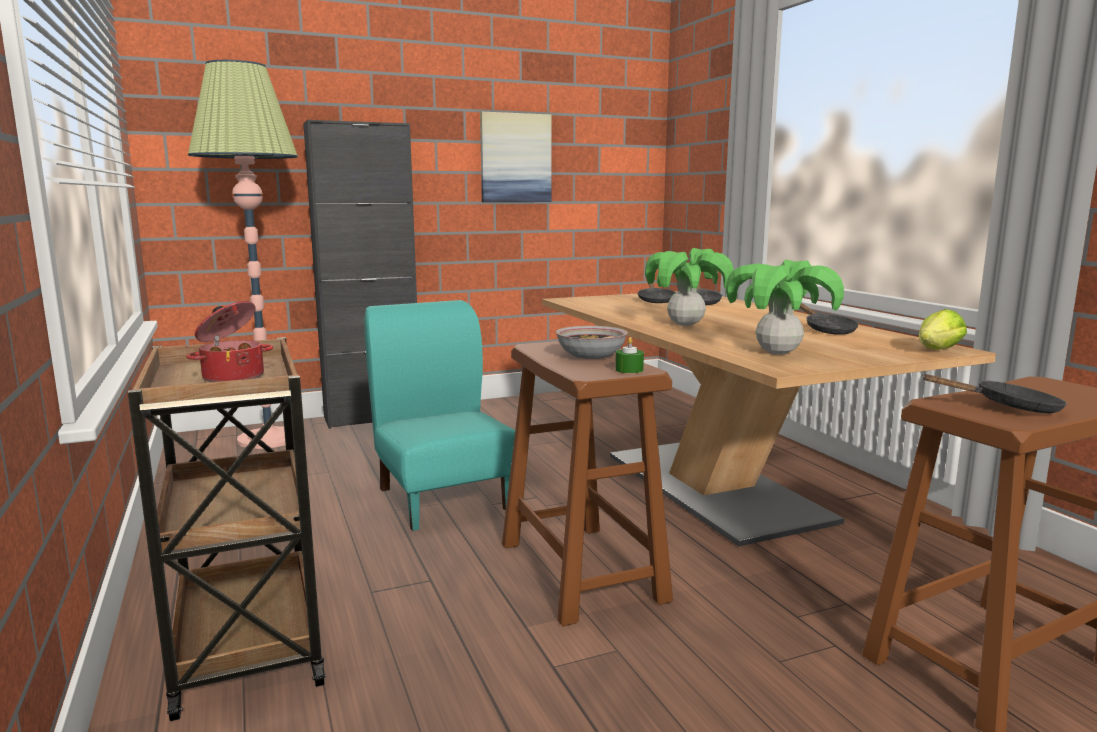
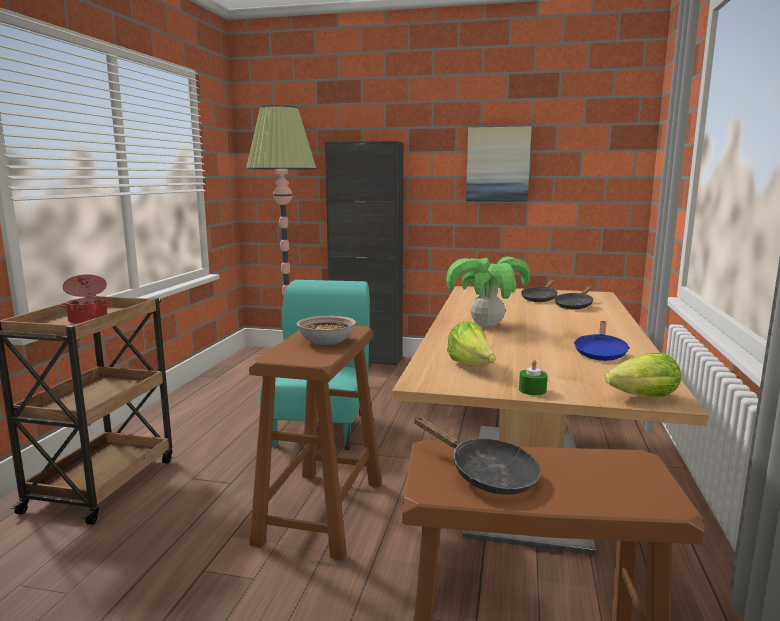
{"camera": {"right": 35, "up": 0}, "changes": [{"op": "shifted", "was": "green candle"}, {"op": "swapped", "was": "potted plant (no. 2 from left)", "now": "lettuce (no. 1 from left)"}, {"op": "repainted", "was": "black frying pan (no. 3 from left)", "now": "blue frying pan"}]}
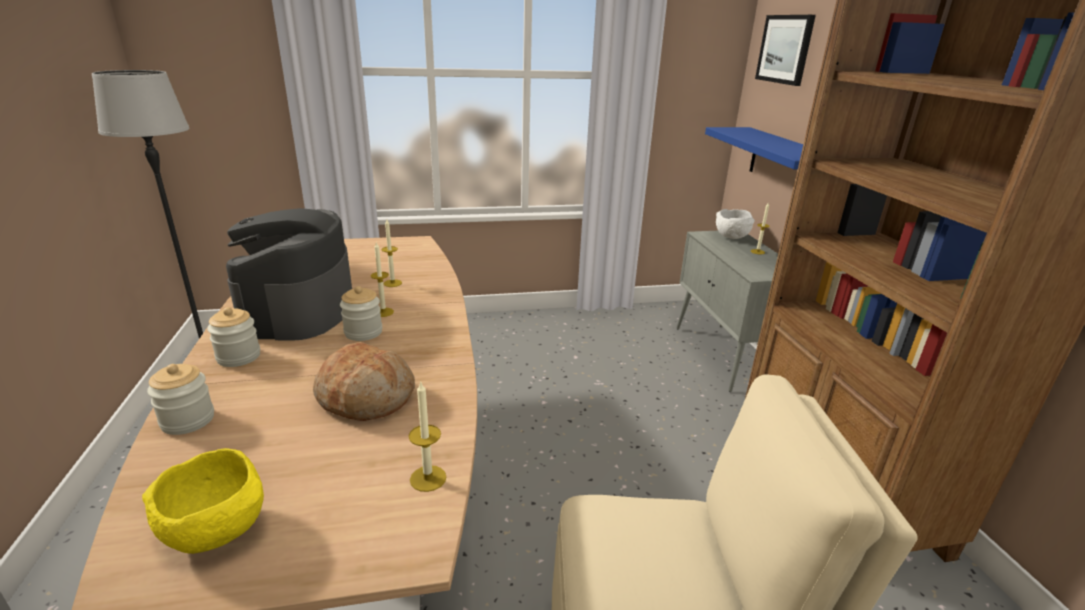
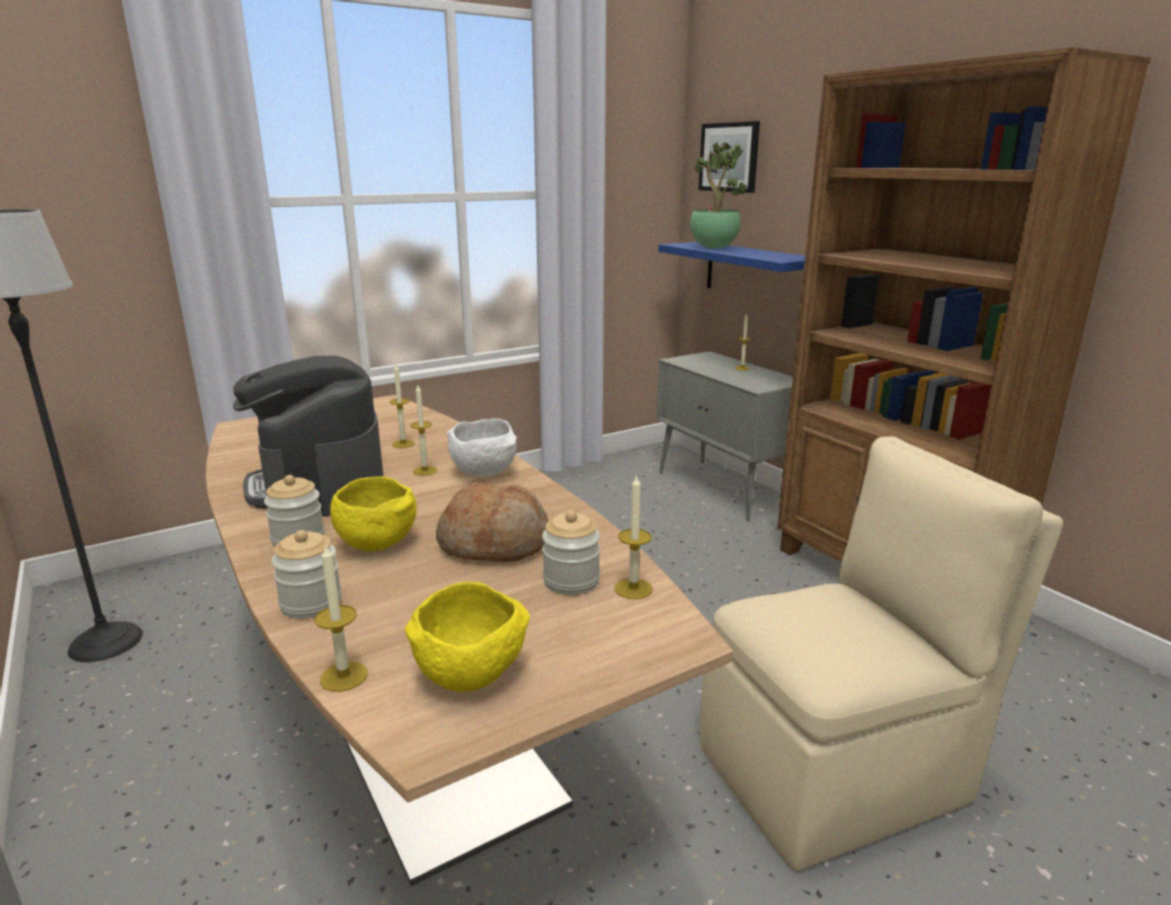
{"camera": {"right": -20, "up": -5}, "changes": [{"op": "new", "now": "candle (no. 1 from left)"}, {"op": "new", "now": "yellow bowl (no. 1 from left)"}, {"op": "new", "now": "potted plant"}, {"op": "shifted", "was": "jar (no. 3 from left)"}, {"op": "shifted", "was": "white bowl"}]}
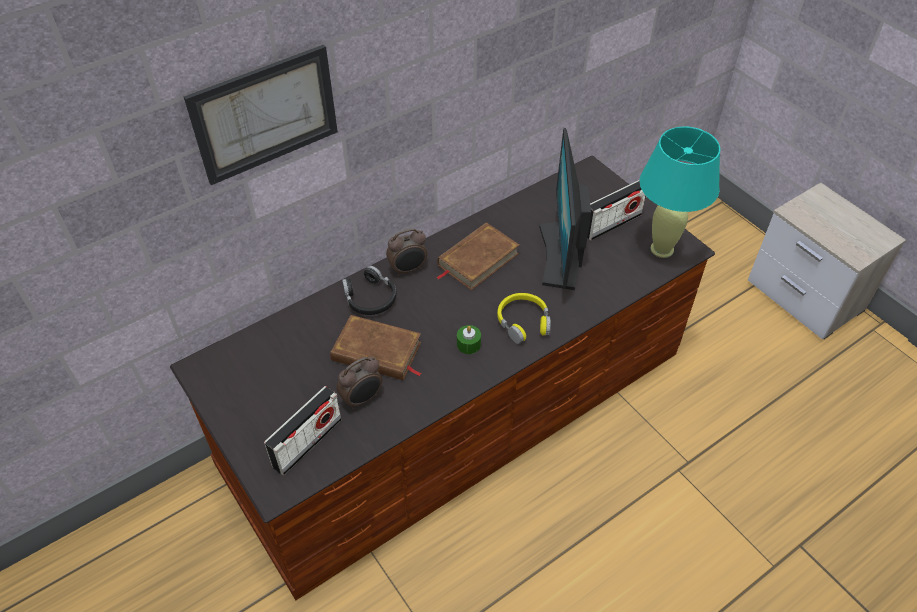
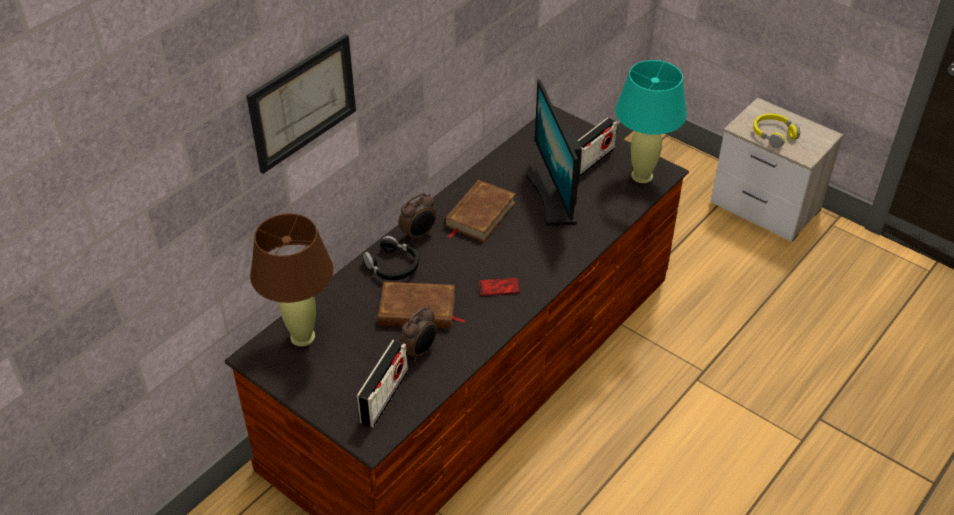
{"camera": {"right": -15, "up": -5}, "changes": [{"op": "new", "now": "brown table lamp"}, {"op": "shifted", "was": "yellow headphones"}, {"op": "swapped", "was": "green candle", "now": "phone"}]}
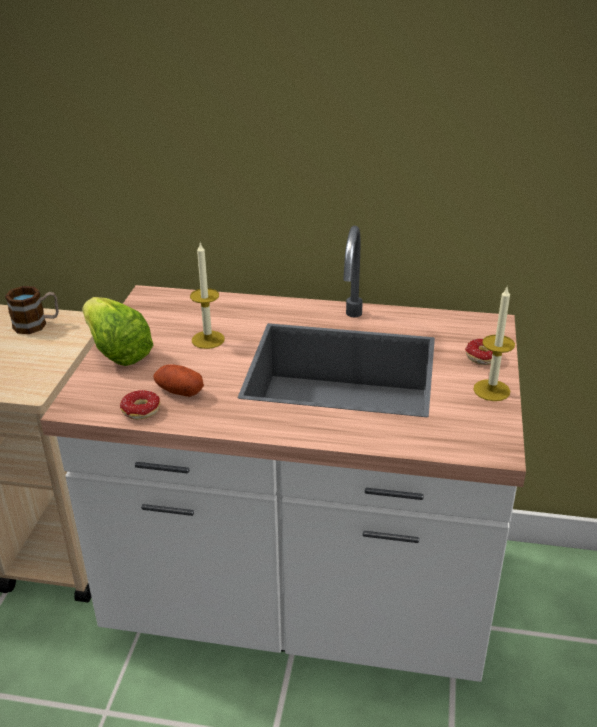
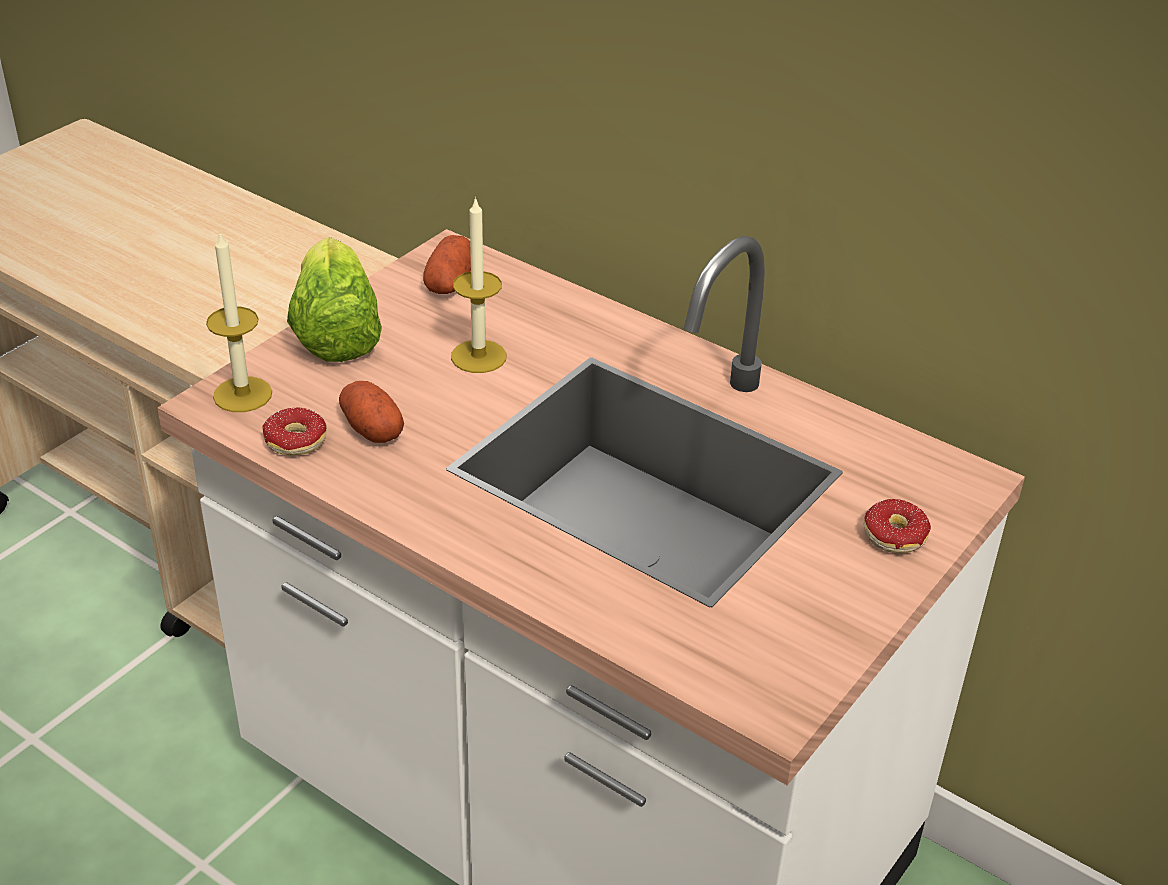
{"camera": {"right": 25, "up": 5}, "changes": [{"op": "gone", "was": "mug"}, {"op": "new", "now": "potato (no. 2 from left)"}, {"op": "shifted", "was": "candle (no. 2 from left in the first image)", "now": "candle (no. 1 from left)"}]}
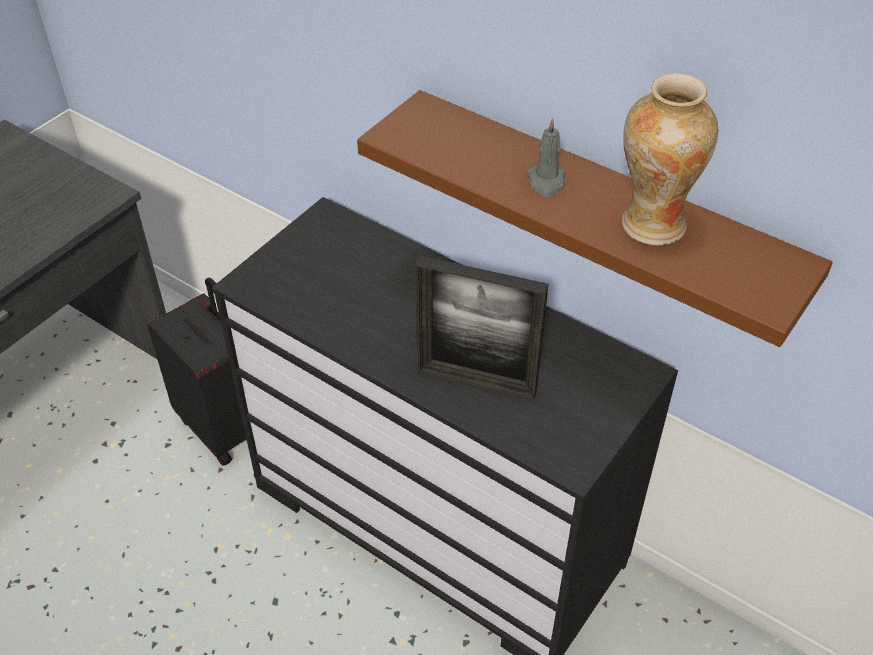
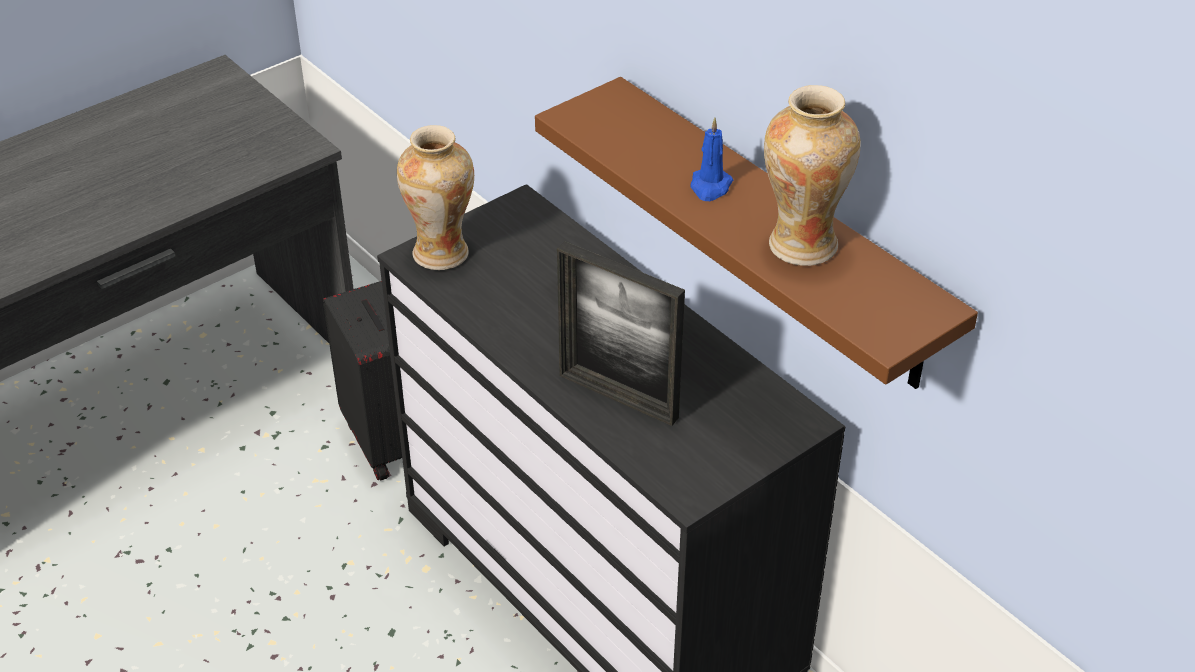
{"camera": {"right": 15, "up": -5}, "changes": [{"op": "new", "now": "vase (no. 1 from left)"}, {"op": "repainted", "was": "grey candle", "now": "blue candle"}]}
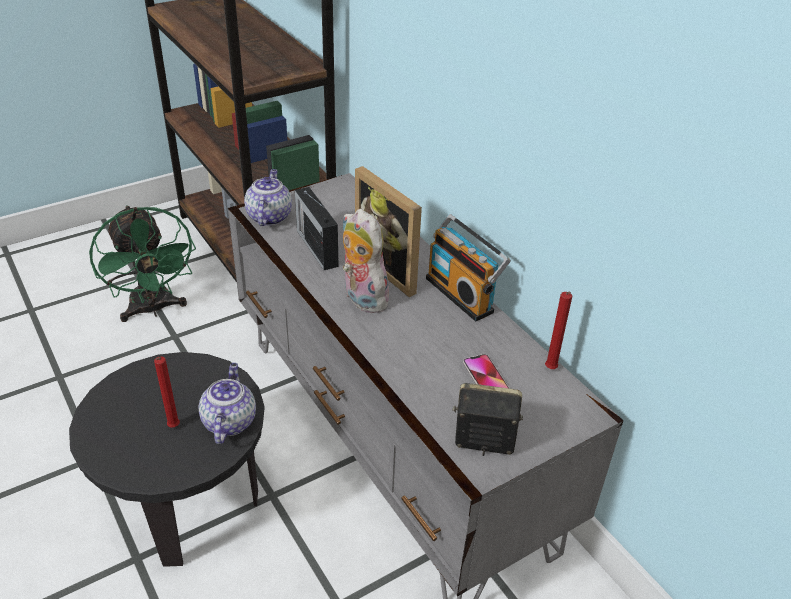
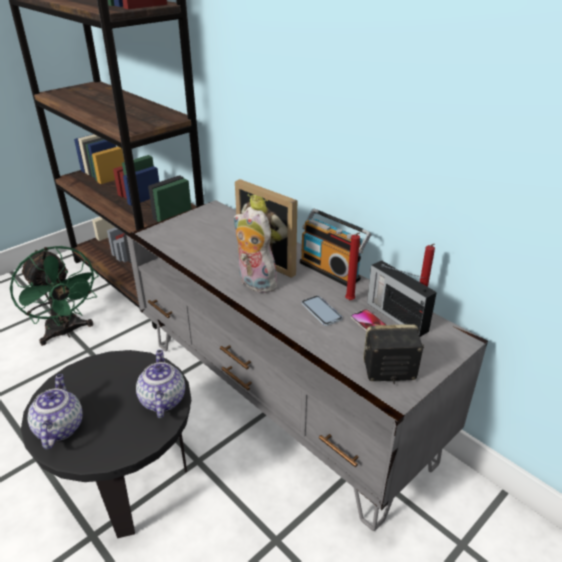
{"camera": {"right": -10, "up": -5}, "changes": [{"op": "new", "now": "phone (no. 1 from left)"}, {"op": "shifted", "was": "red candle (no. 1 from left)"}, {"op": "shifted", "was": "teapot (no. 2 from left in the first image)", "now": "teapot (no. 1 from left)"}, {"op": "shifted", "was": "radio (no. 1 from left in the first image)", "now": "radio (no. 2 from left)"}]}
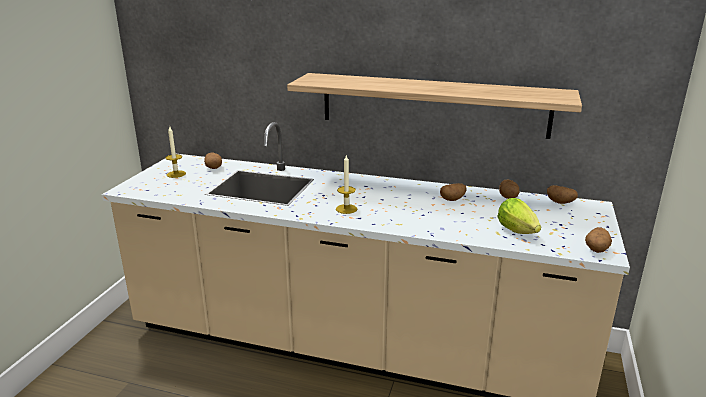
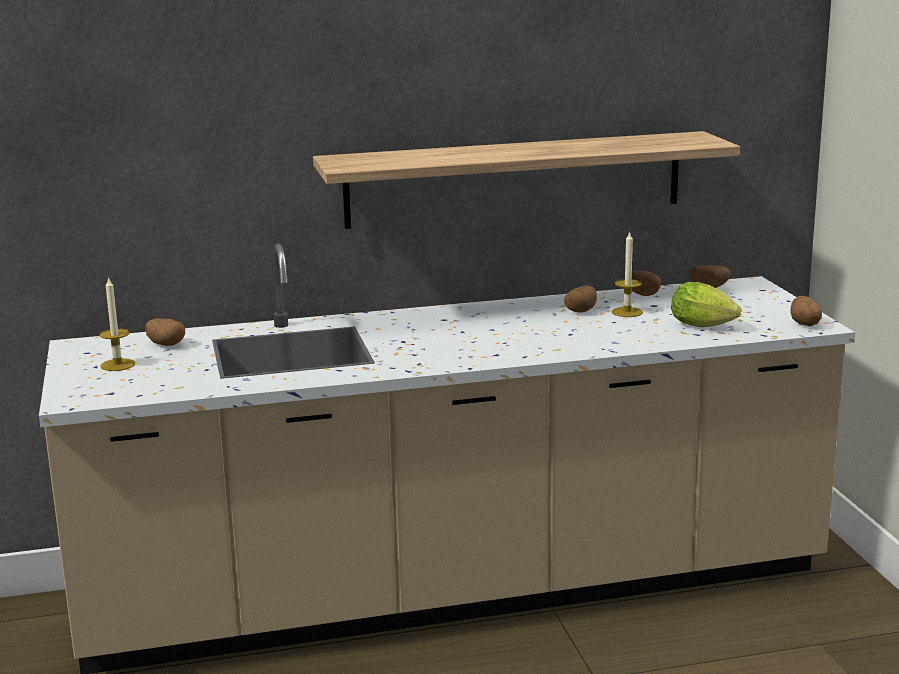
{"camera": {"right": -30, "up": -5}, "changes": [{"op": "shifted", "was": "candle (no. 2 from left)"}]}
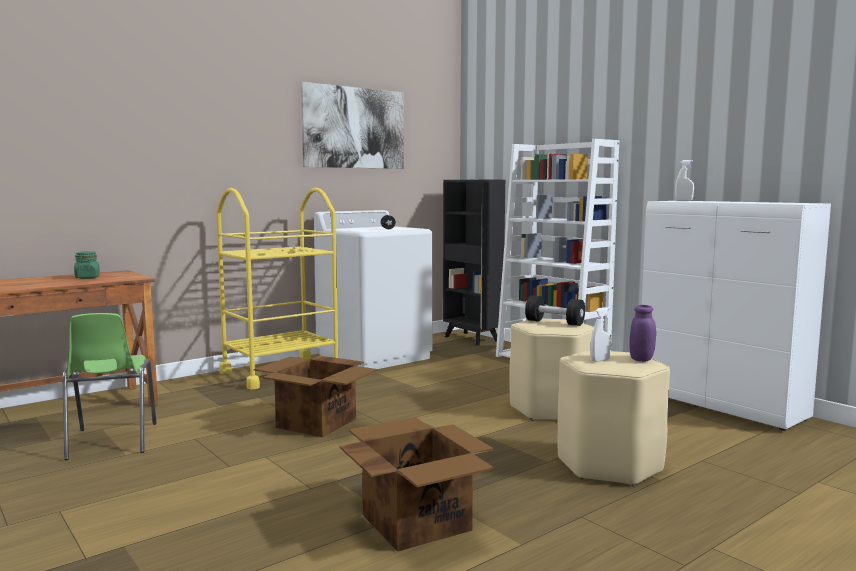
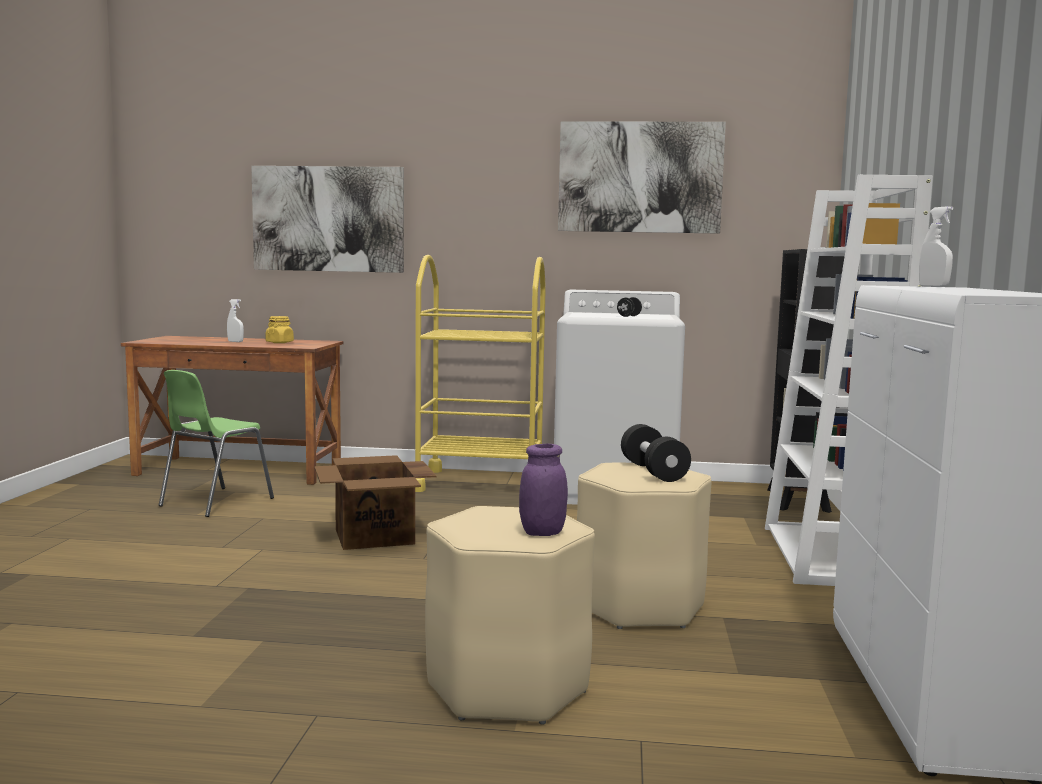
{"camera": {"right": 45, "up": 0}, "changes": [{"op": "gone", "was": "cardboard box (no. 2 from left)"}, {"op": "new", "now": "picture (no. 1 from left)"}, {"op": "shifted", "was": "white spray bottle (no. 1 from left)"}, {"op": "repainted", "was": "green jar", "now": "yellow jar"}]}
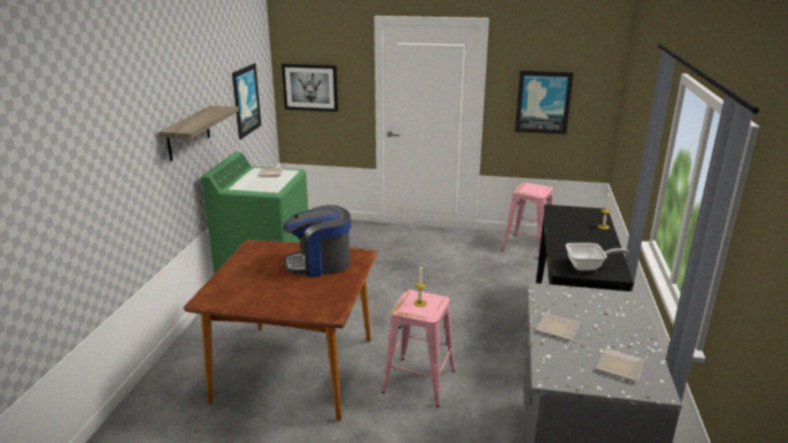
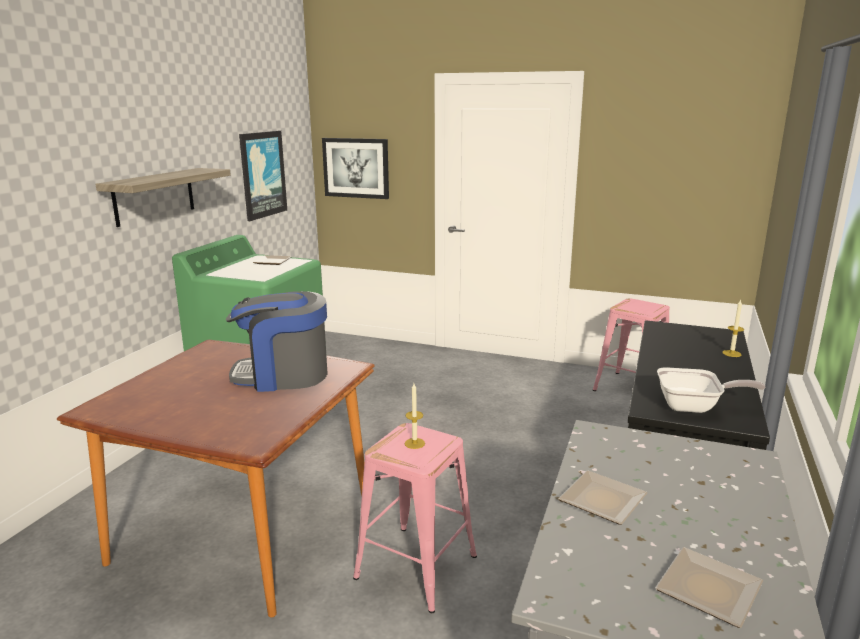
{"camera": {"right": 10, "up": -5}, "changes": [{"op": "gone", "was": "picture (no. 3 from left)"}]}
